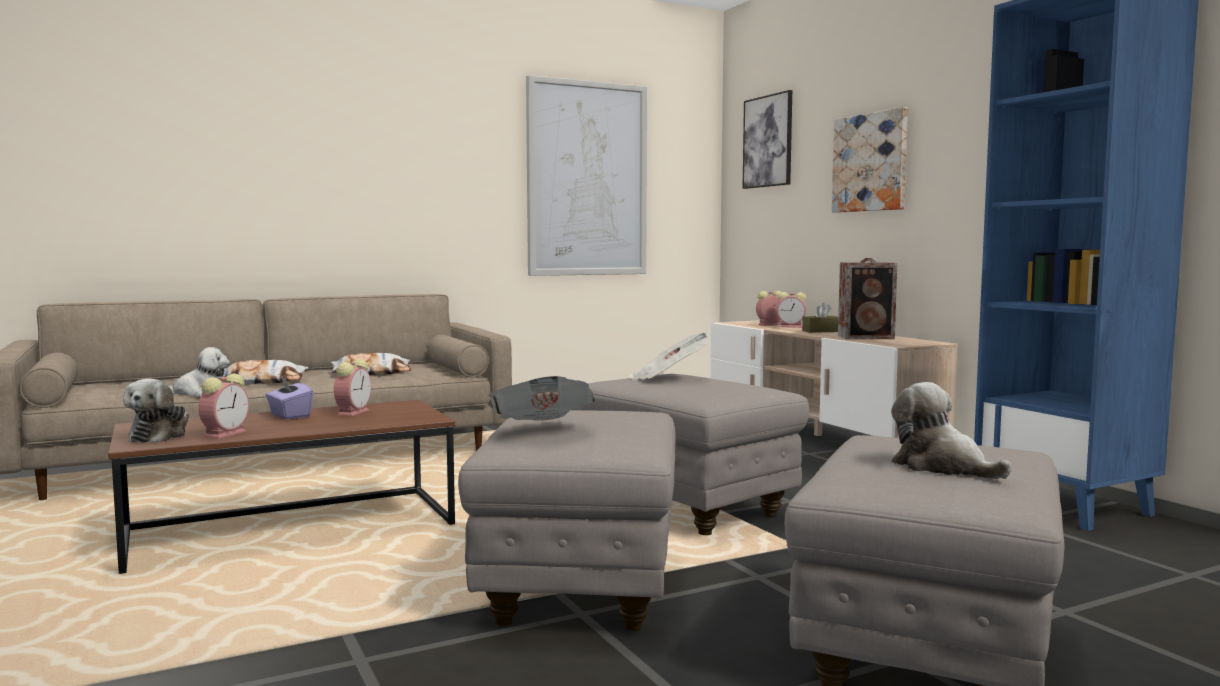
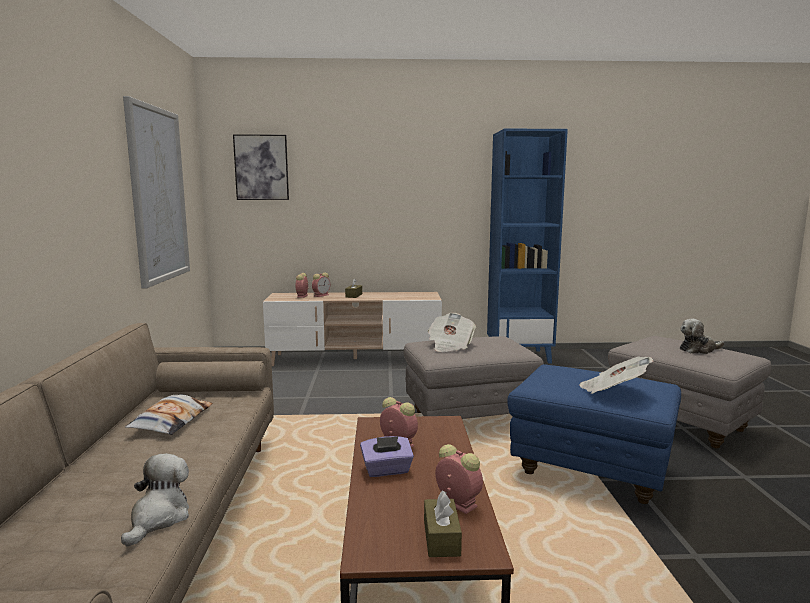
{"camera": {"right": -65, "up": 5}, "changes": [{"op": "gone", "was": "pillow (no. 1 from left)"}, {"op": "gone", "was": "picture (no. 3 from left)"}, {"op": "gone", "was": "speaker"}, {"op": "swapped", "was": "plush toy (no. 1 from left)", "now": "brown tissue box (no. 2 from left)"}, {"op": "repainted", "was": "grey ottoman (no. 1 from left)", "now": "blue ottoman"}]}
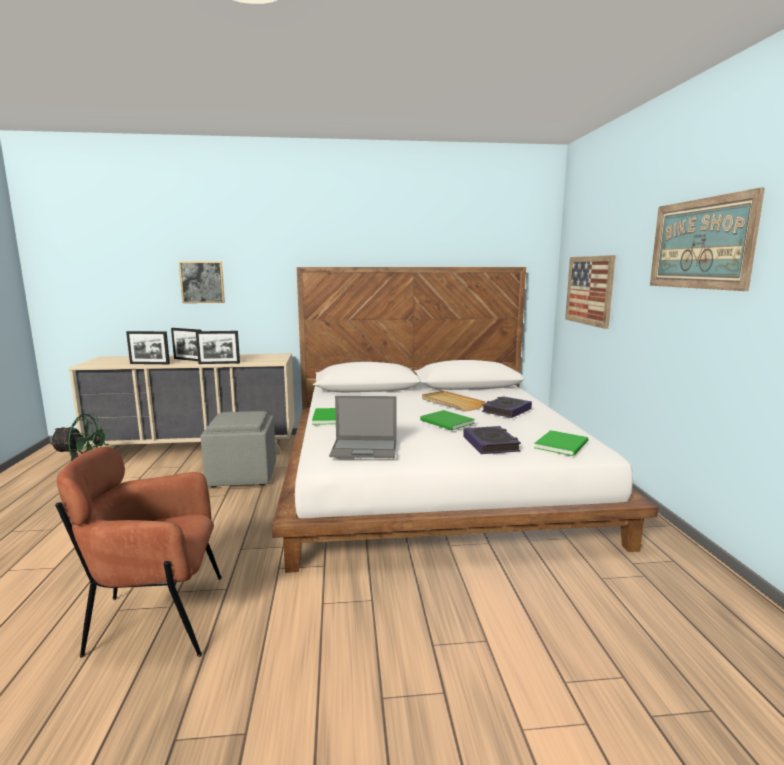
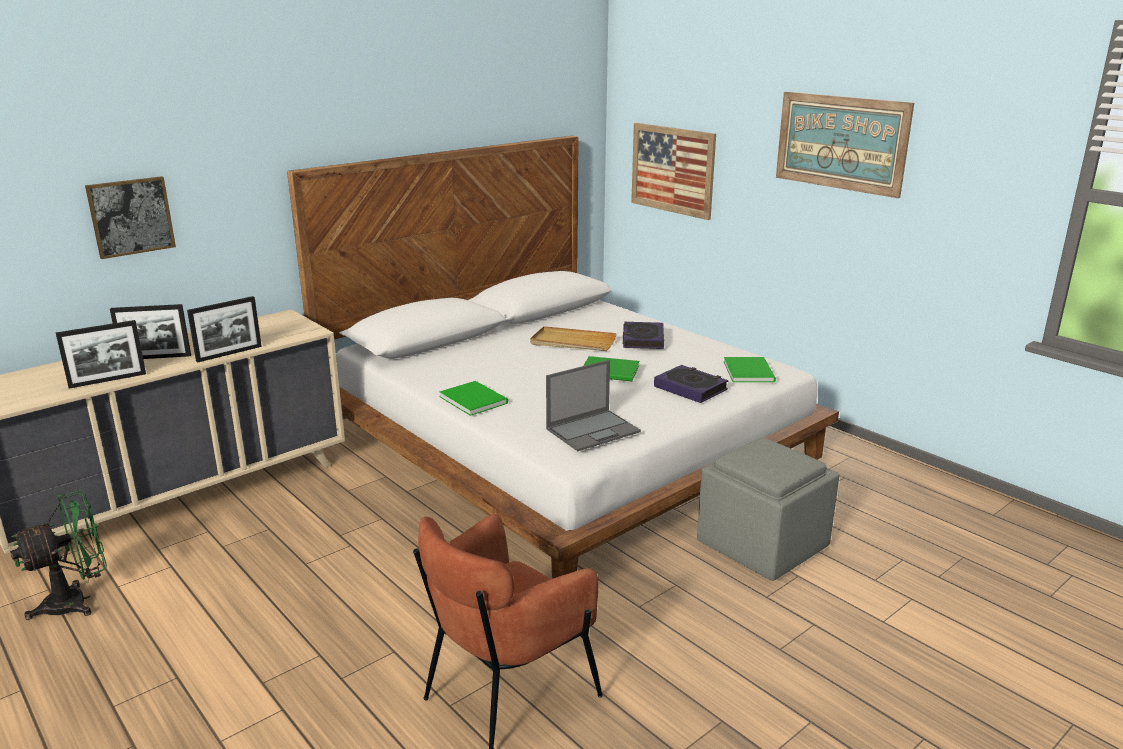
{"camera": {"right": -35, "up": 10}, "changes": [{"op": "shifted", "was": "grey ottoman"}]}
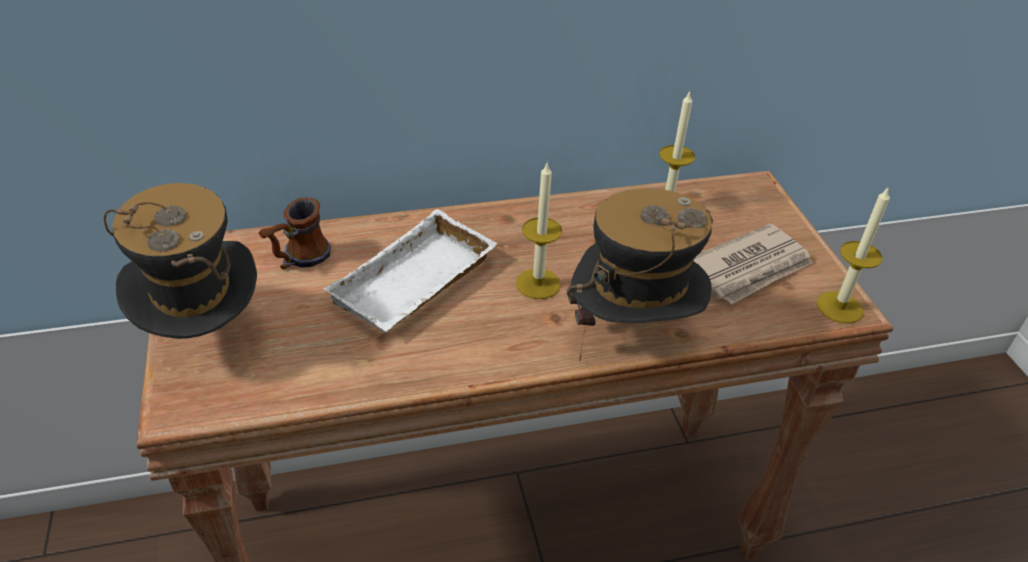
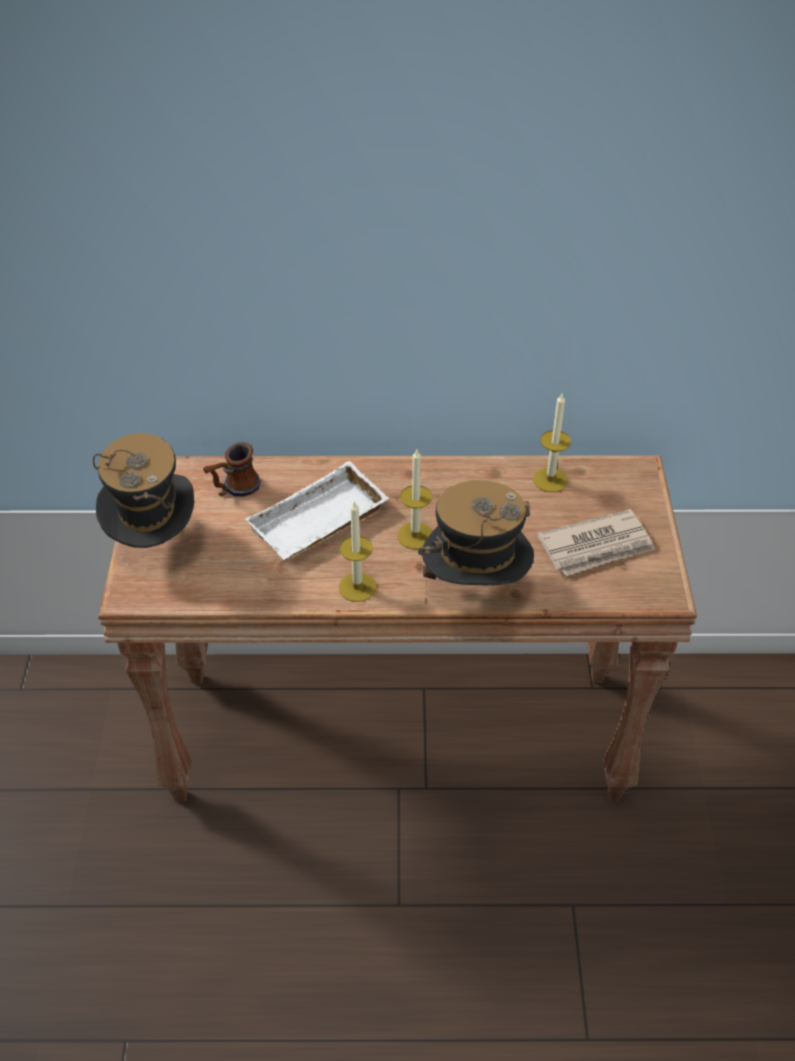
{"camera": {"right": 15, "up": 5}, "changes": [{"op": "shifted", "was": "candle (no. 3 from left in the first image)", "now": "candle (no. 1 from left)"}]}
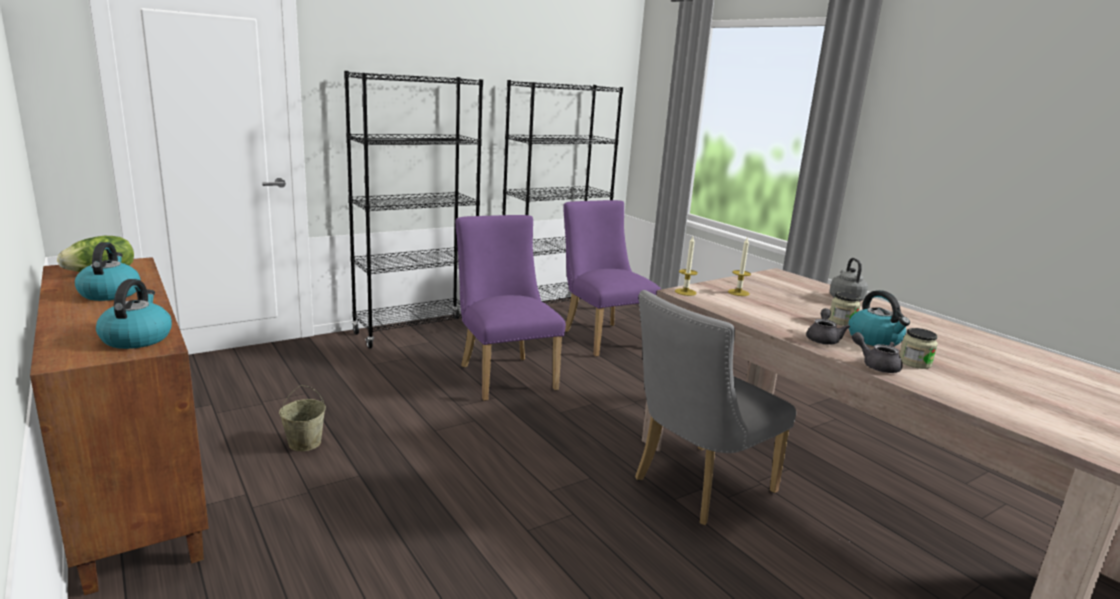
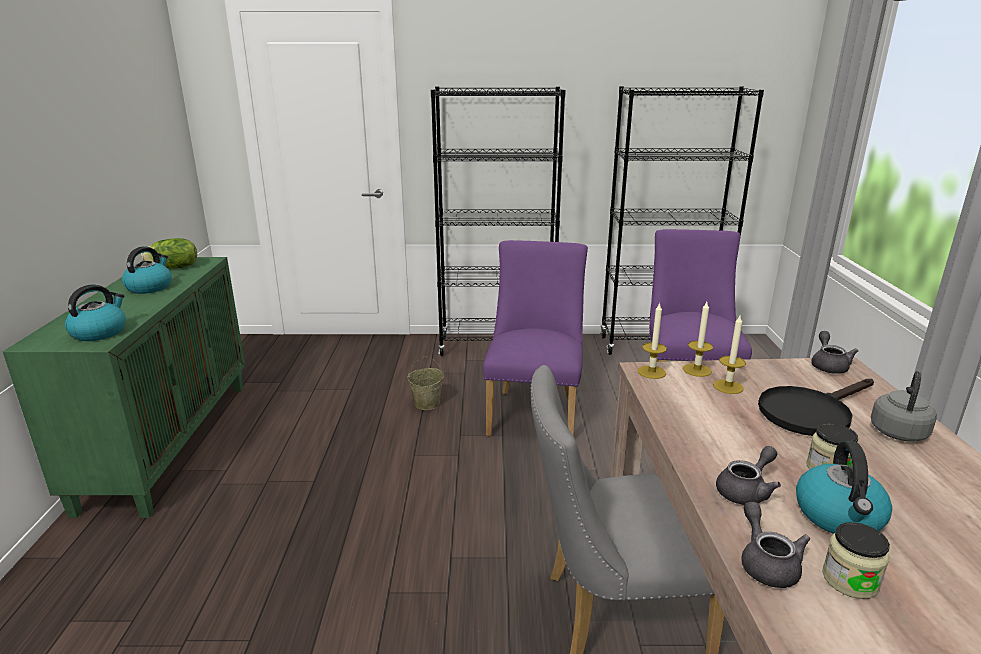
{"camera": {"right": 35, "up": 5}, "changes": [{"op": "new", "now": "candle (no. 2 from left)"}, {"op": "new", "now": "black frying pan"}, {"op": "new", "now": "grey teapot (no. 3 from left)"}, {"op": "shifted", "was": "beige bucket"}, {"op": "repainted", "was": "brown cabinet", "now": "green cabinet"}]}
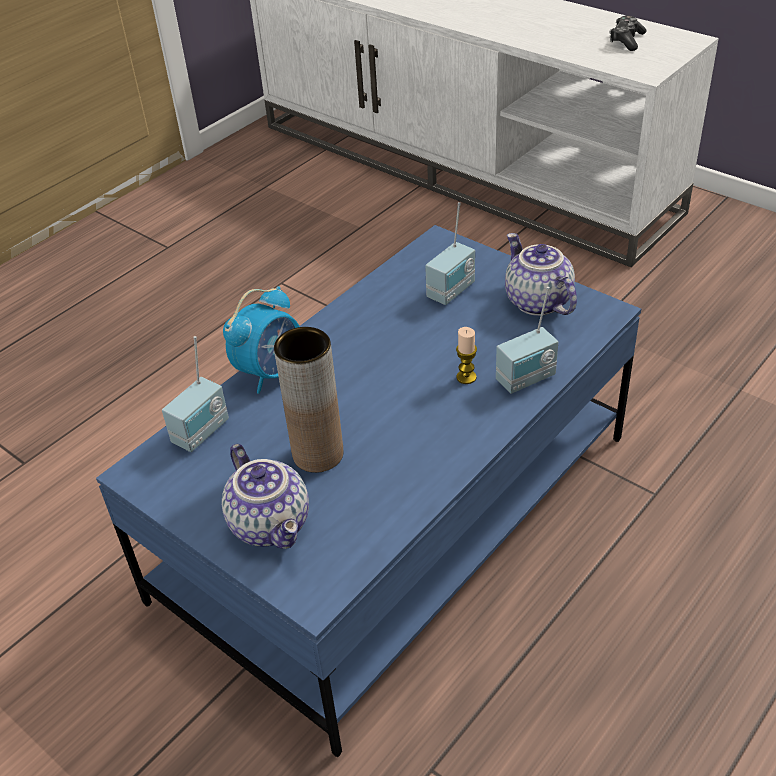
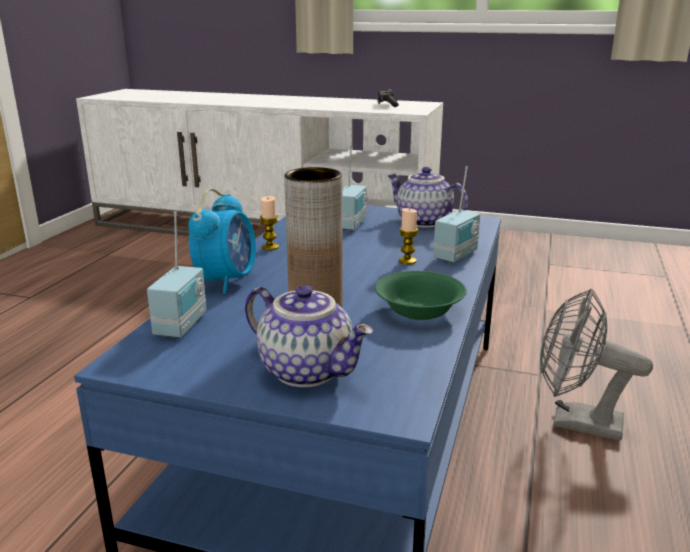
{"camera": {"right": -25, "up": -20}, "changes": [{"op": "new", "now": "candle (no. 1 from left)"}, {"op": "new", "now": "green bowl"}, {"op": "new", "now": "grey fan"}]}
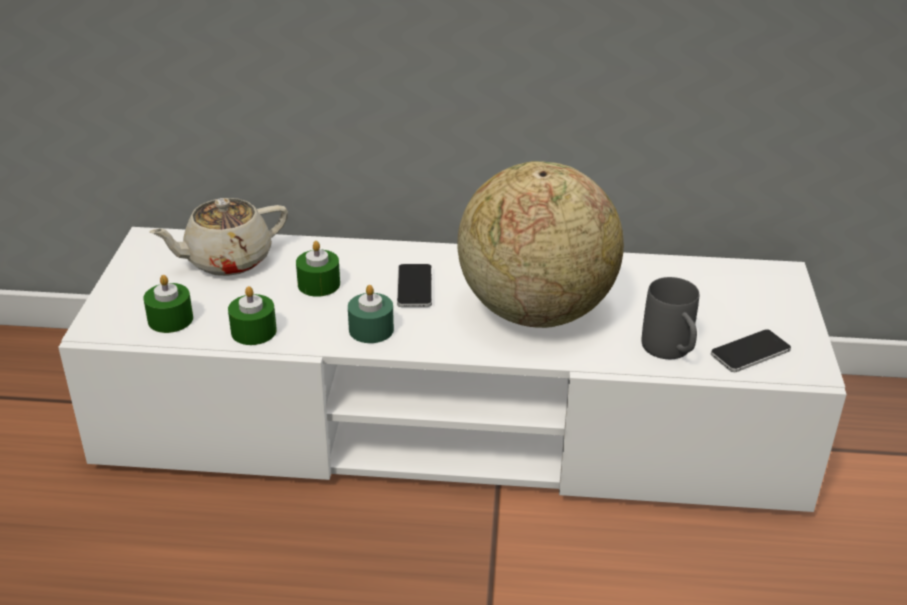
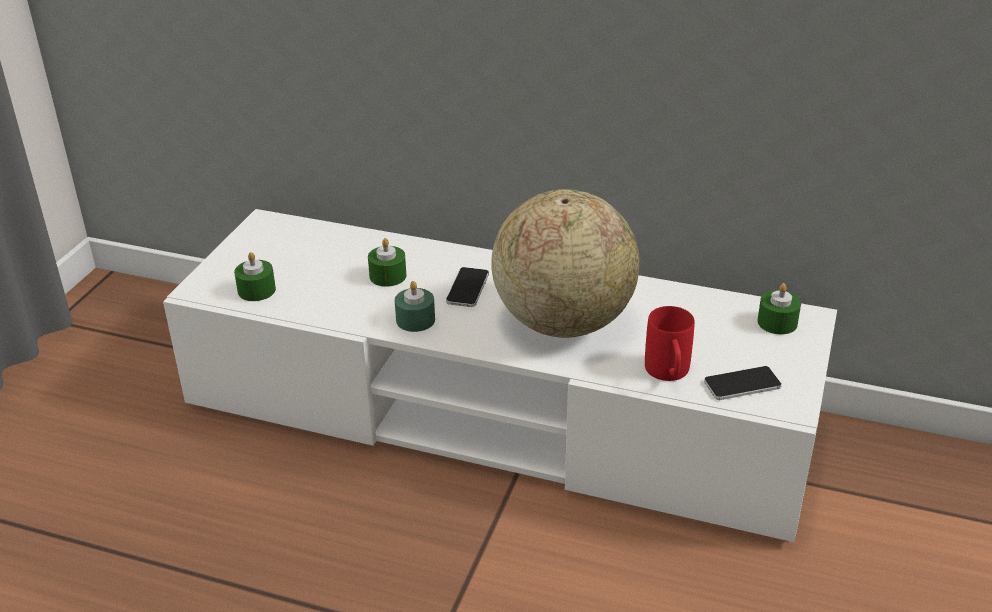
{"camera": {"right": 15, "up": 0}, "changes": [{"op": "gone", "was": "beige teapot"}, {"op": "shifted", "was": "green candle (no. 2 from left in the first image)", "now": "green candle (no. 4 from left)"}, {"op": "repainted", "was": "grey mug", "now": "red mug"}]}
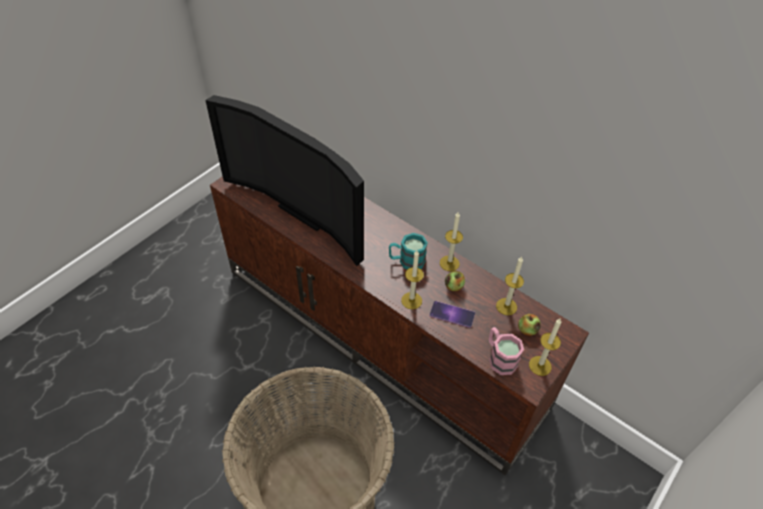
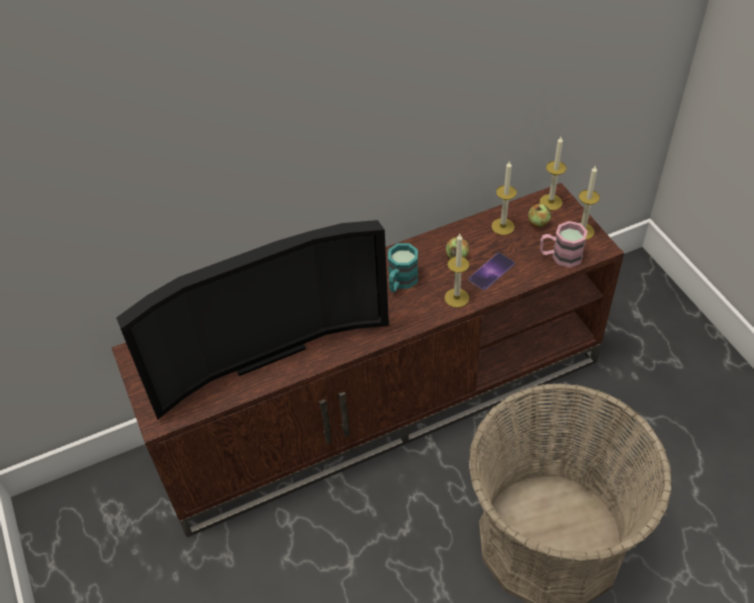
{"camera": {"right": -60, "up": 0}, "changes": [{"op": "shifted", "was": "candle (no. 2 from left in the first image)", "now": "candle (no. 3 from left)"}]}
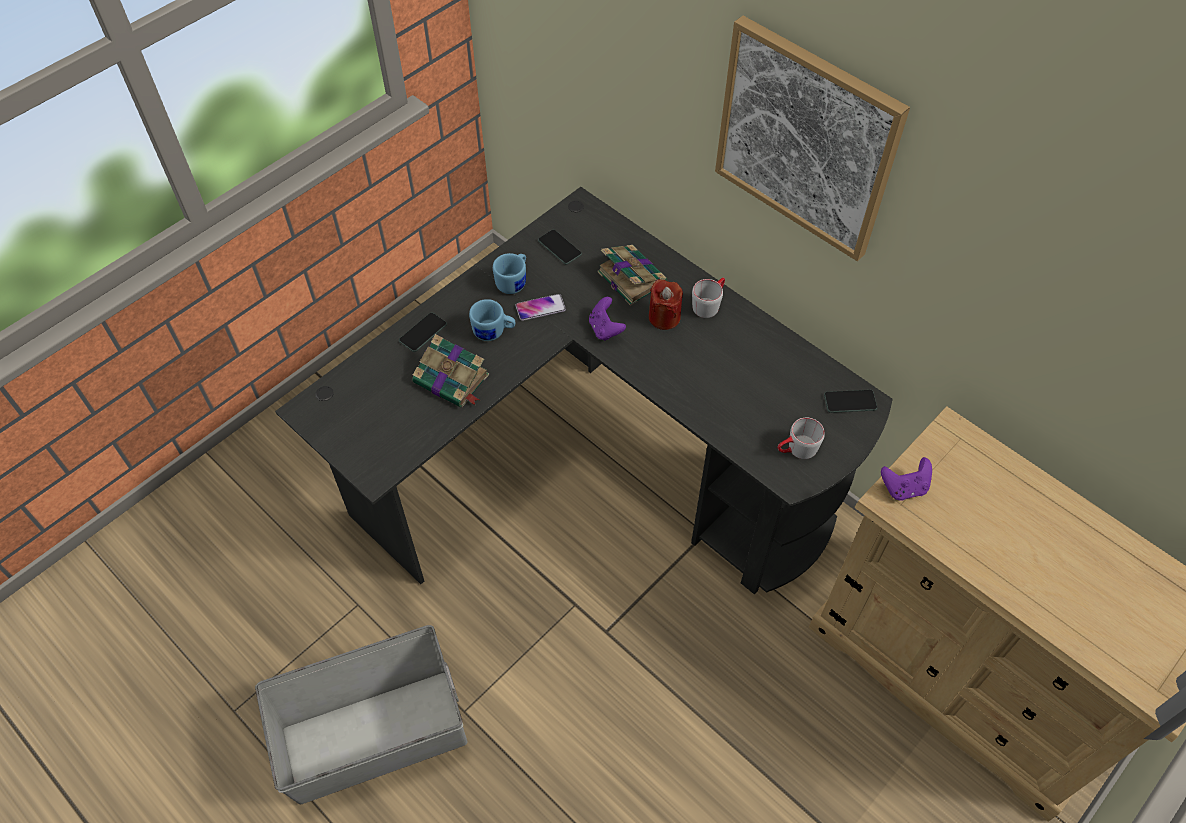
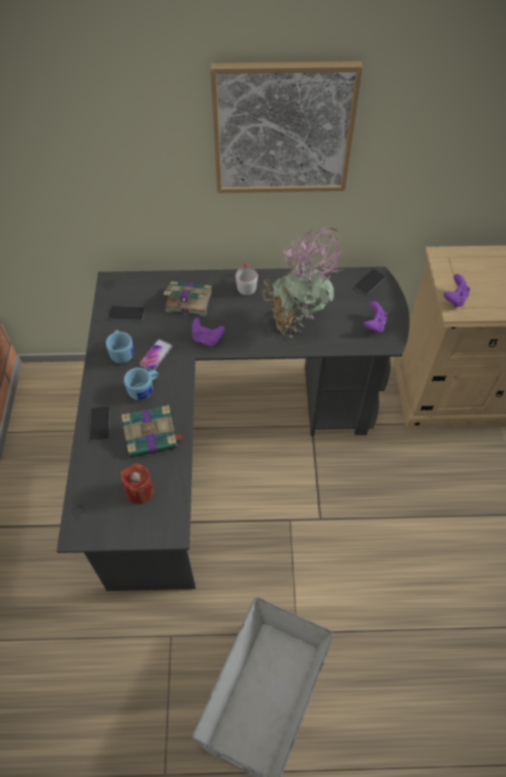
{"camera": {"right": -45, "up": 0}, "changes": [{"op": "new", "now": "potted plant"}, {"op": "shifted", "was": "red candle"}, {"op": "swapped", "was": "grey mug (no. 2 from left)", "now": "purple game controller (no. 2 from left)"}]}
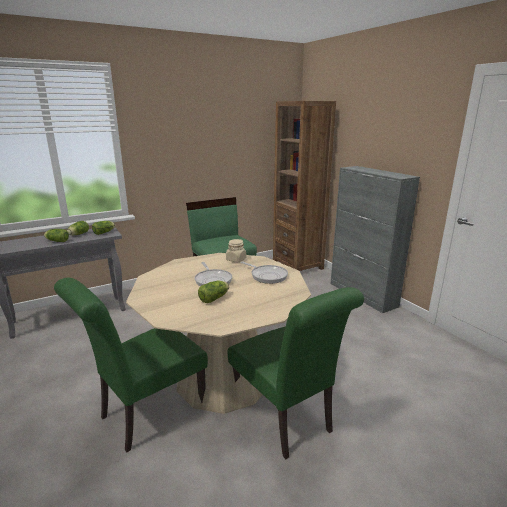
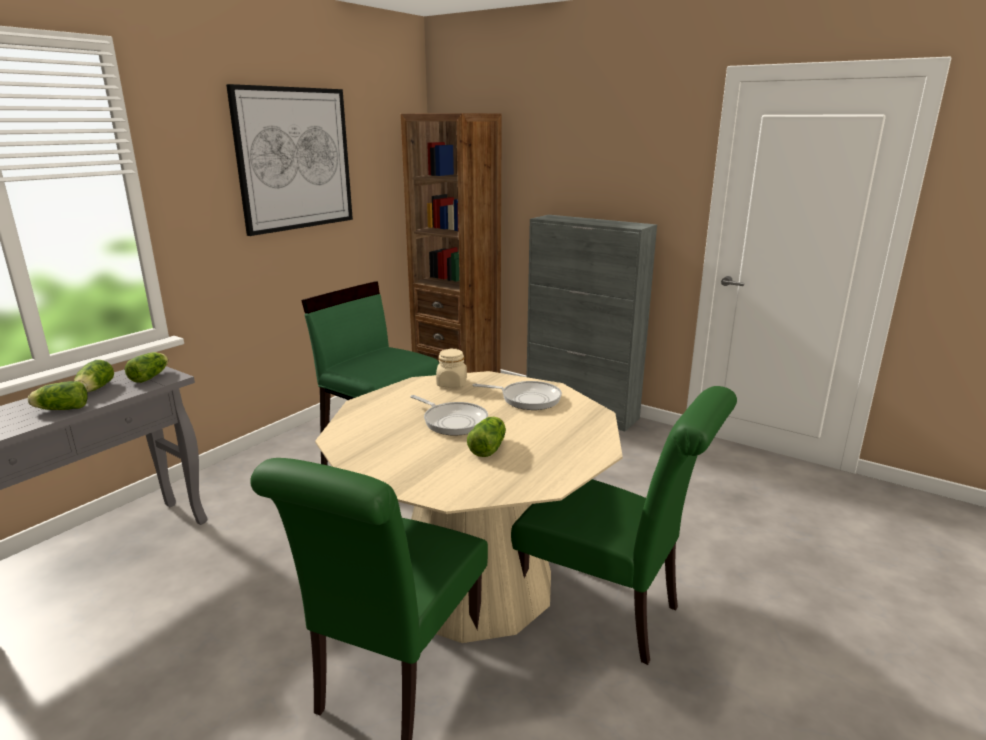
{"camera": {"right": -25, "up": 0}, "changes": [{"op": "new", "now": "picture"}]}
